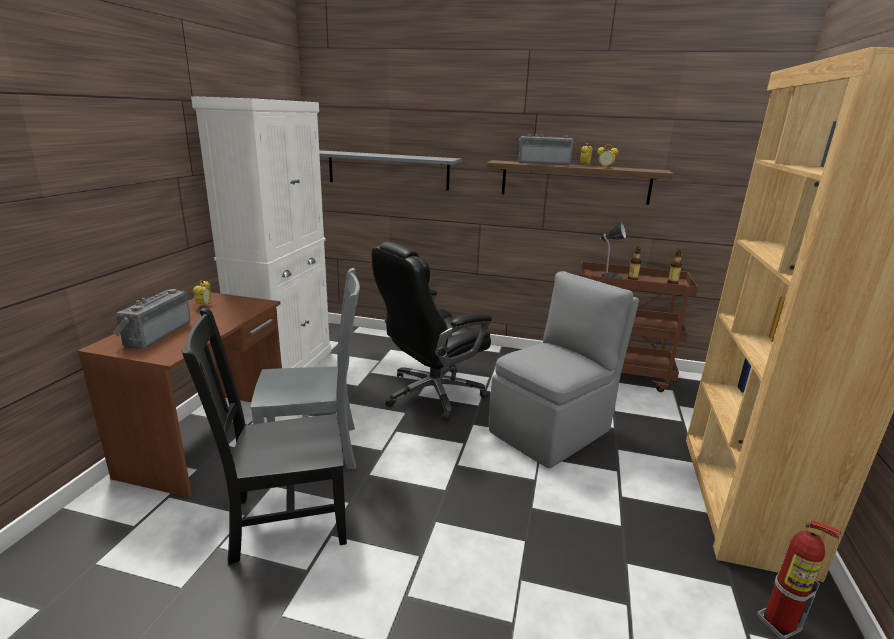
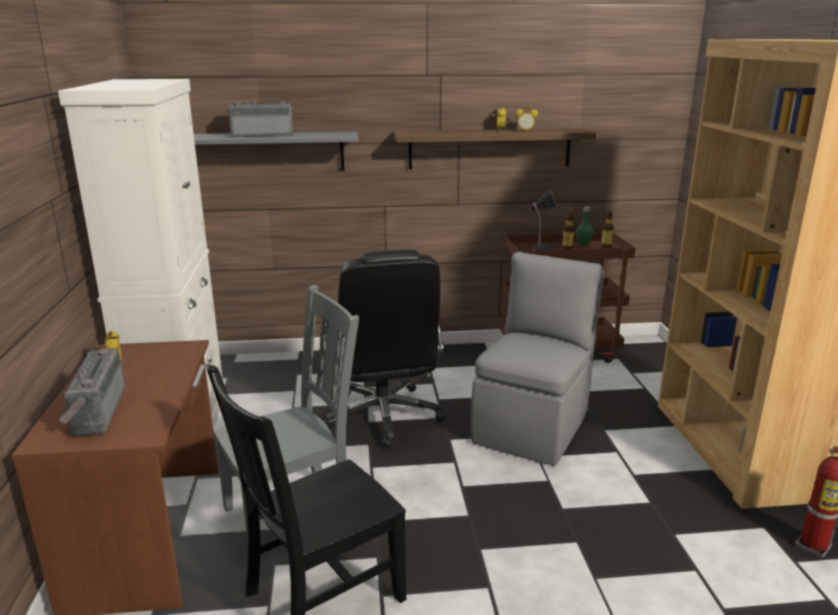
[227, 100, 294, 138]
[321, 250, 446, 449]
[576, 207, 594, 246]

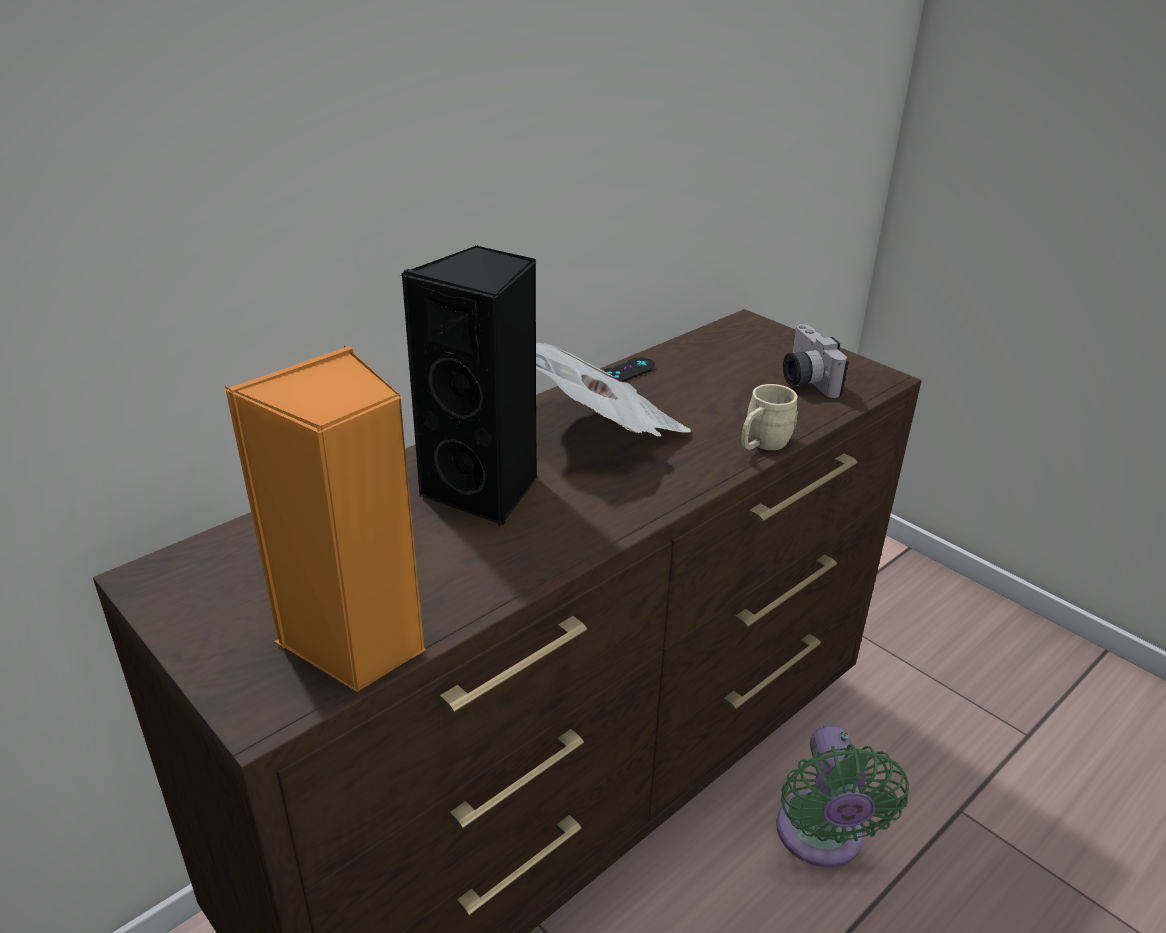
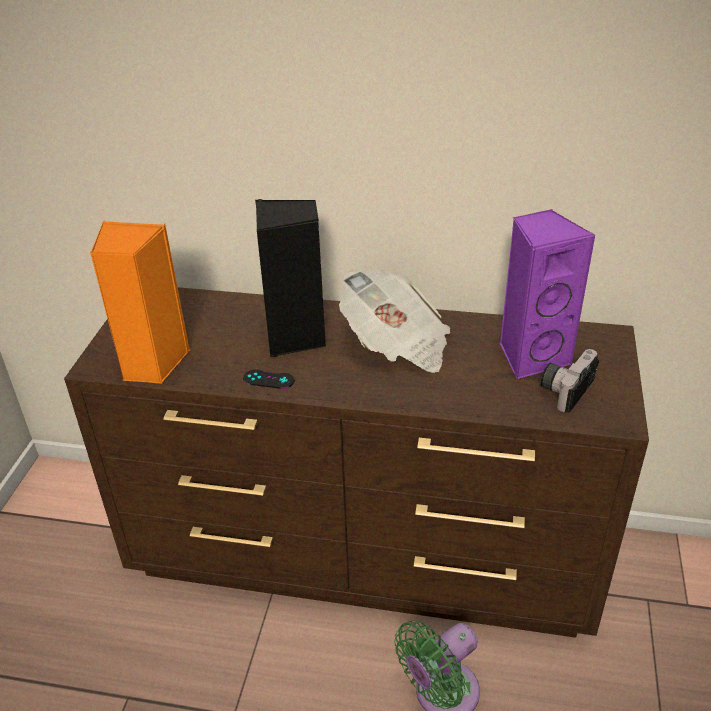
[243, 369, 294, 389]
[741, 384, 798, 450] (first image)
[500, 209, 596, 379]

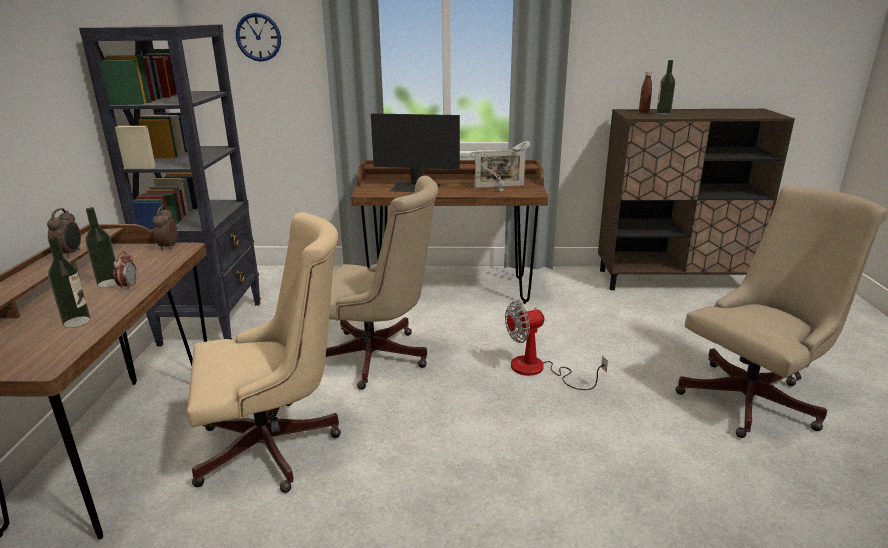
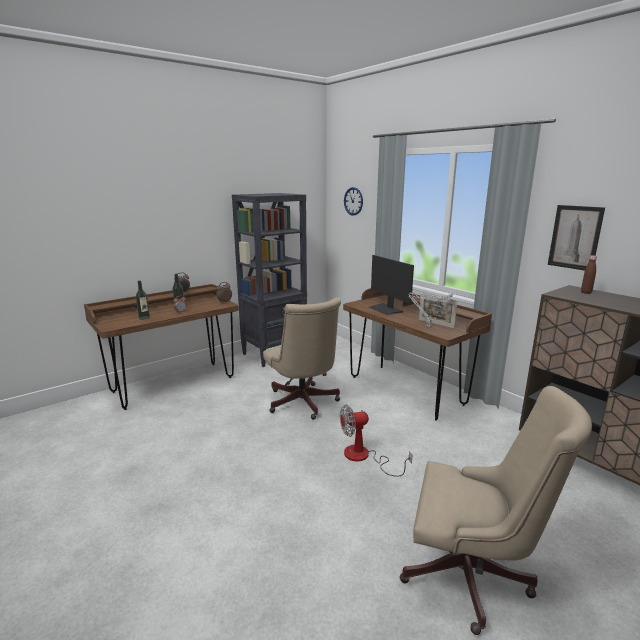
[656, 60, 675, 115] (first image)
[187, 212, 341, 493] (first image)
[340, 405, 412, 477]
[548, 205, 605, 270]

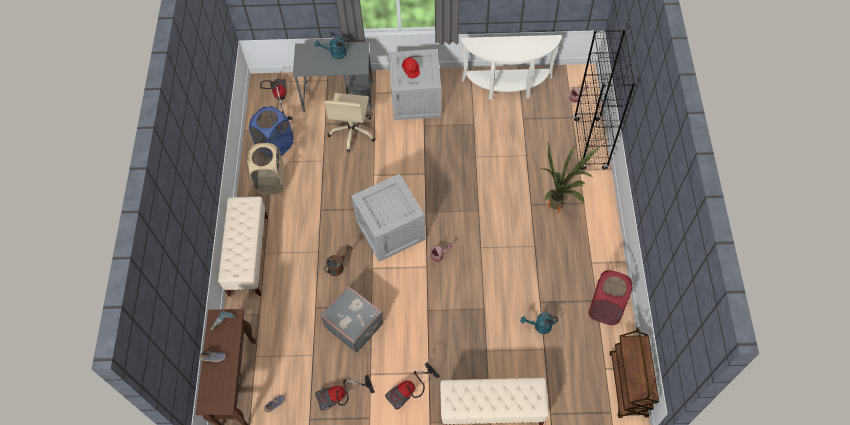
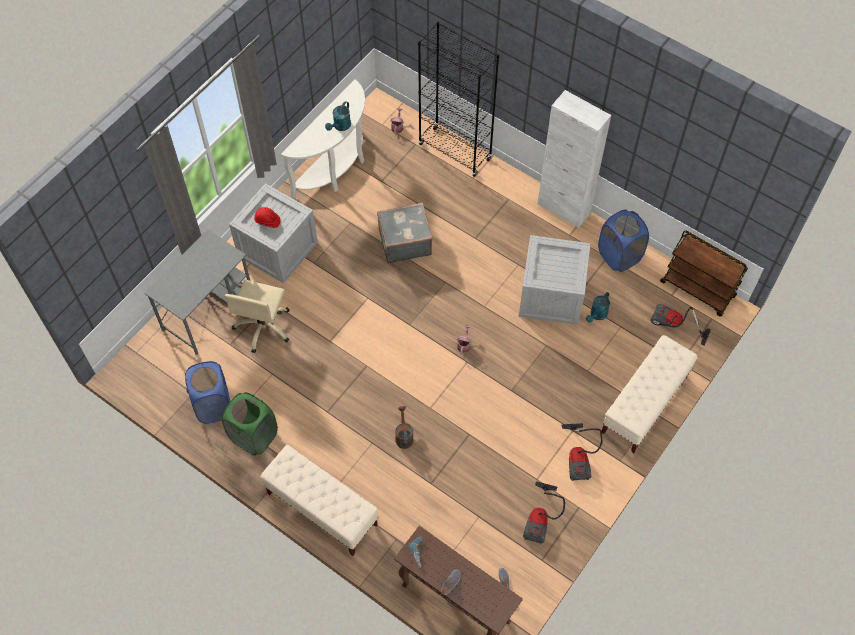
[325, 101, 351, 131]
[650, 304, 711, 346]
[225, 280, 290, 353]
[540, 142, 600, 213] (first image)
[222, 392, 278, 455]
[519, 235, 591, 325]
[598, 209, 649, 272]
[377, 203, 433, 263]
[538, 90, 611, 228]

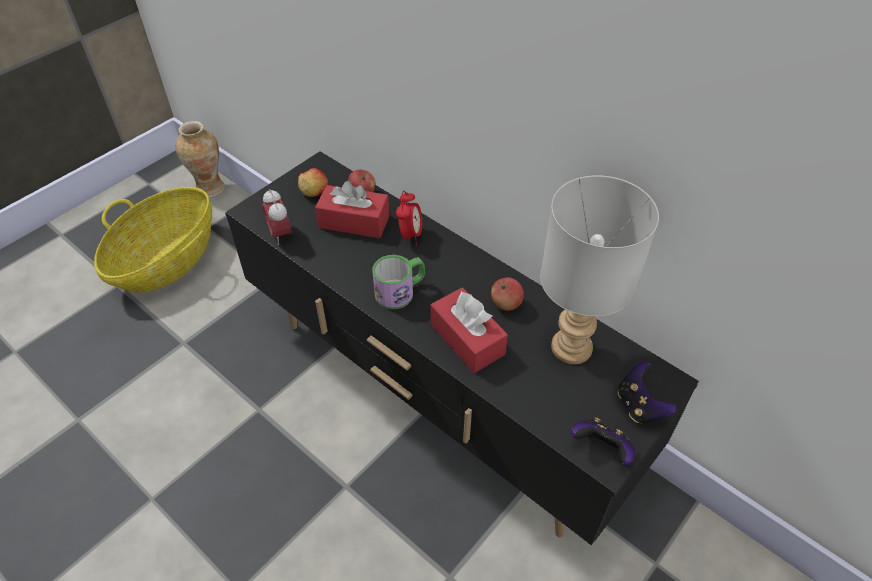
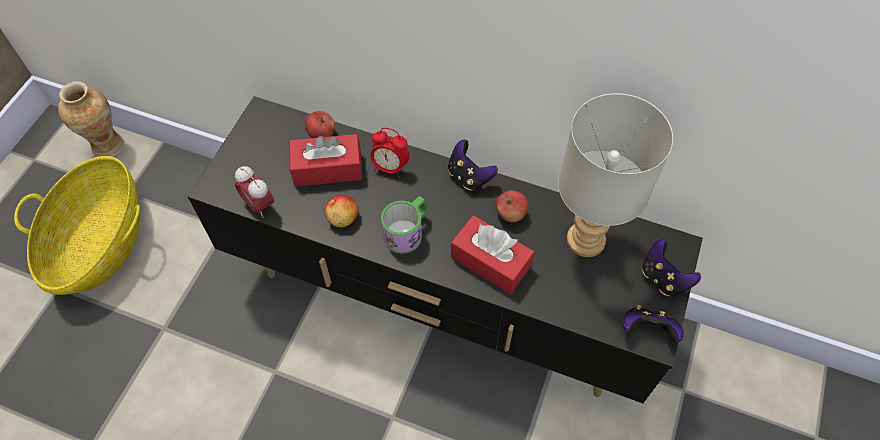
[325, 195, 359, 227]
[370, 128, 409, 178]
[448, 140, 498, 191]

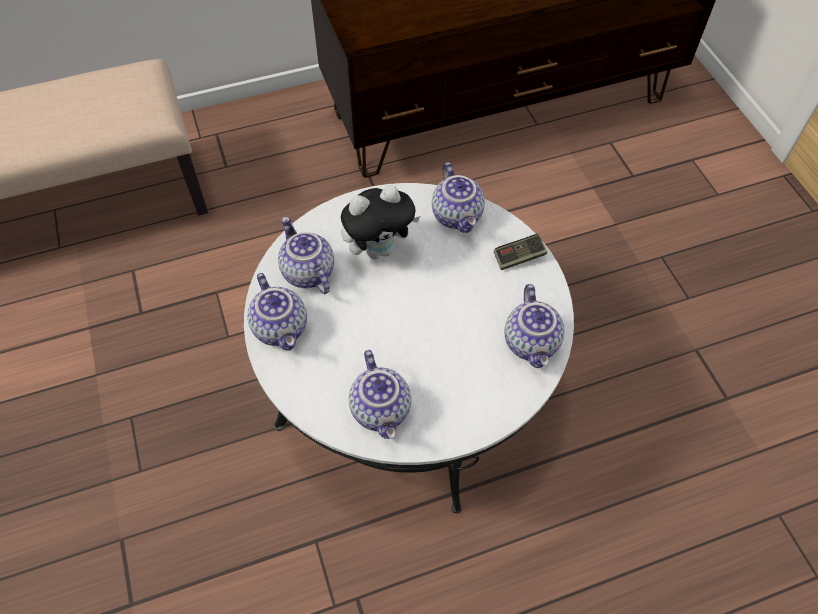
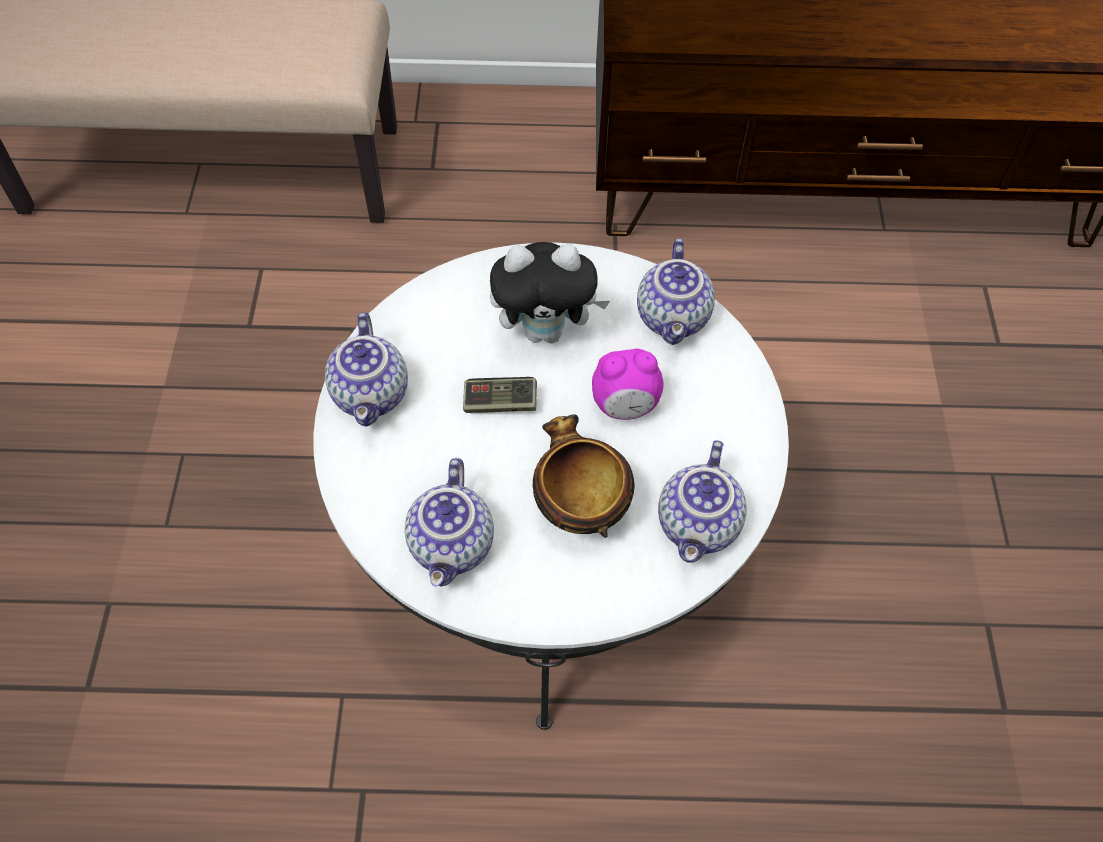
[278, 217, 334, 294] (first image)
[463, 377, 537, 413]
[592, 349, 664, 420]
[533, 414, 634, 538]

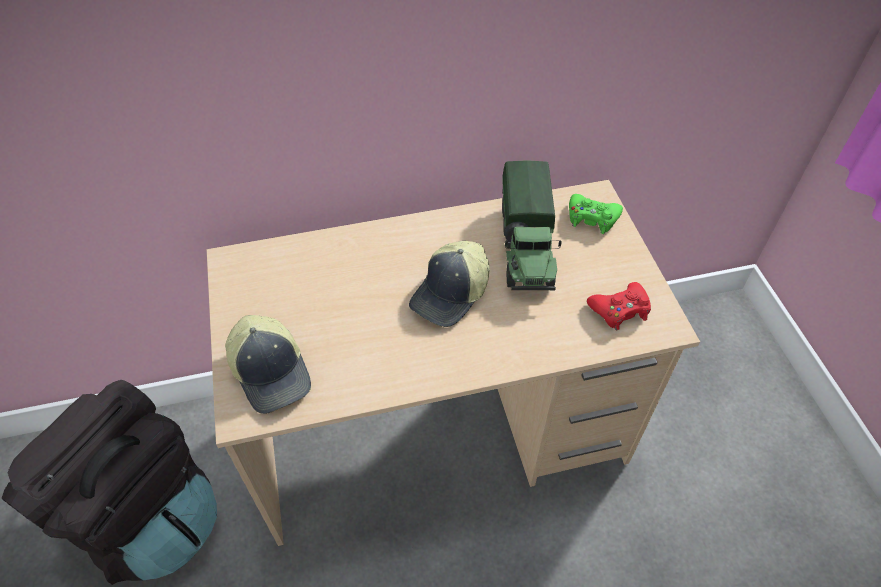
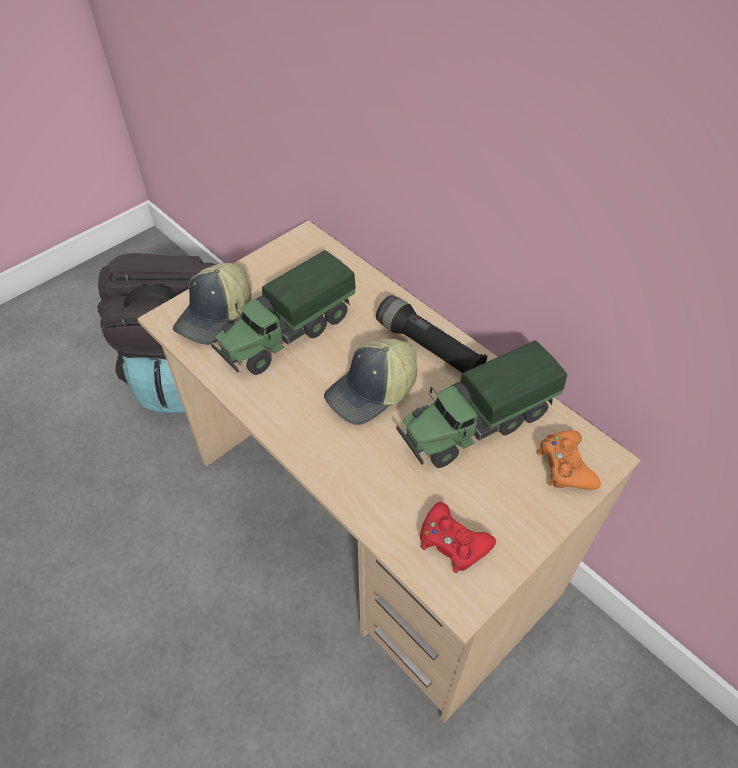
[537, 430, 601, 490]
[324, 339, 417, 425]
[211, 250, 356, 375]
[376, 295, 487, 373]

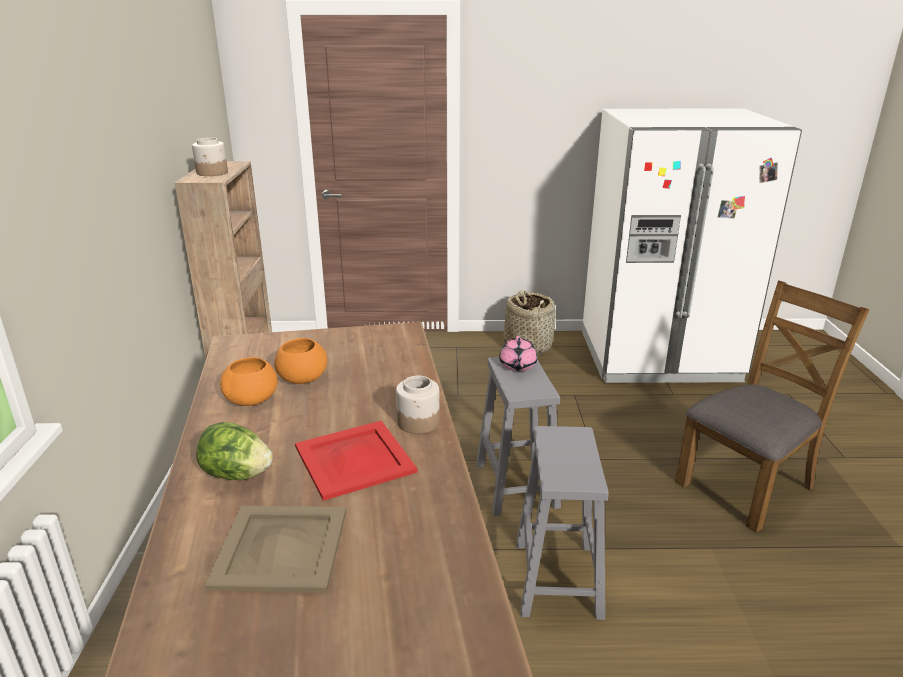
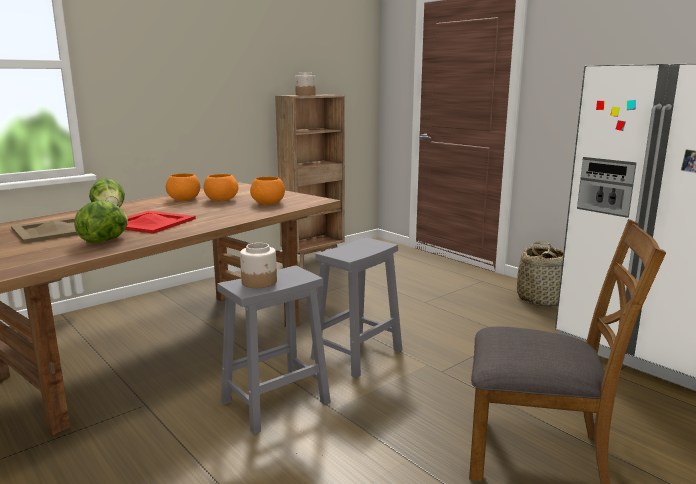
[499, 336, 537, 371] (first image)
[240, 243, 277, 288]
[250, 176, 285, 205]
[74, 201, 128, 242]

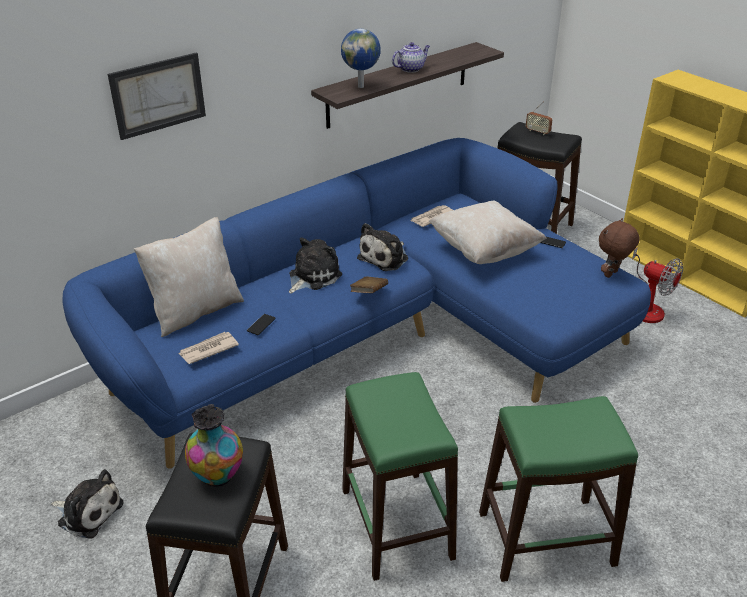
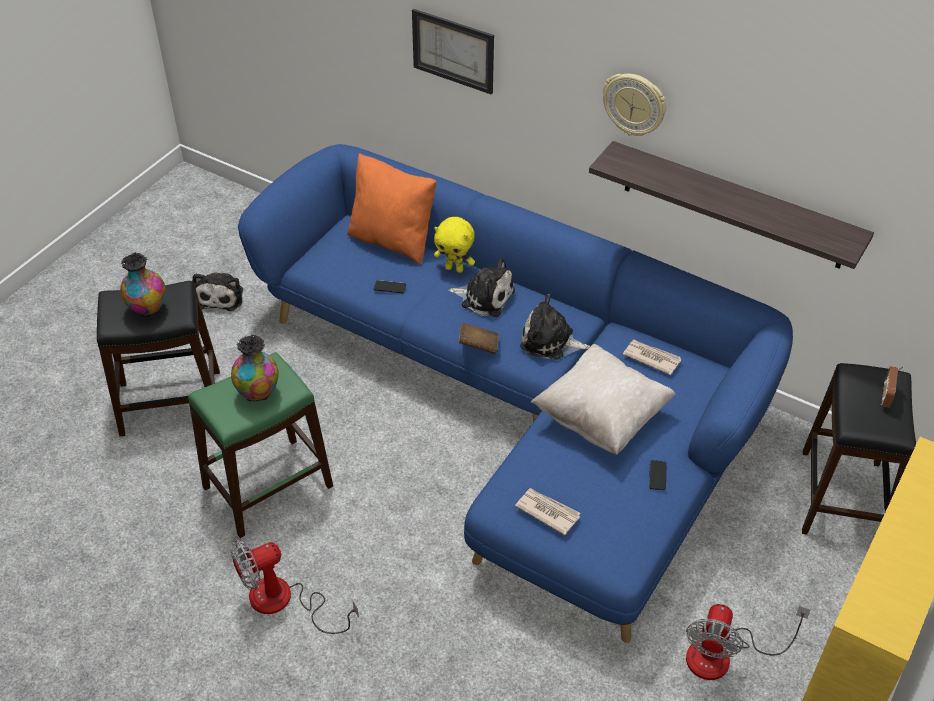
[341, 29, 381, 88] (first image)
[392, 42, 430, 73] (first image)
[347, 153, 436, 265]
[599, 218, 640, 278] (first image)
[515, 488, 580, 535]
[230, 540, 359, 634]
[603, 74, 666, 136]
[434, 217, 475, 273]
[231, 334, 279, 402]

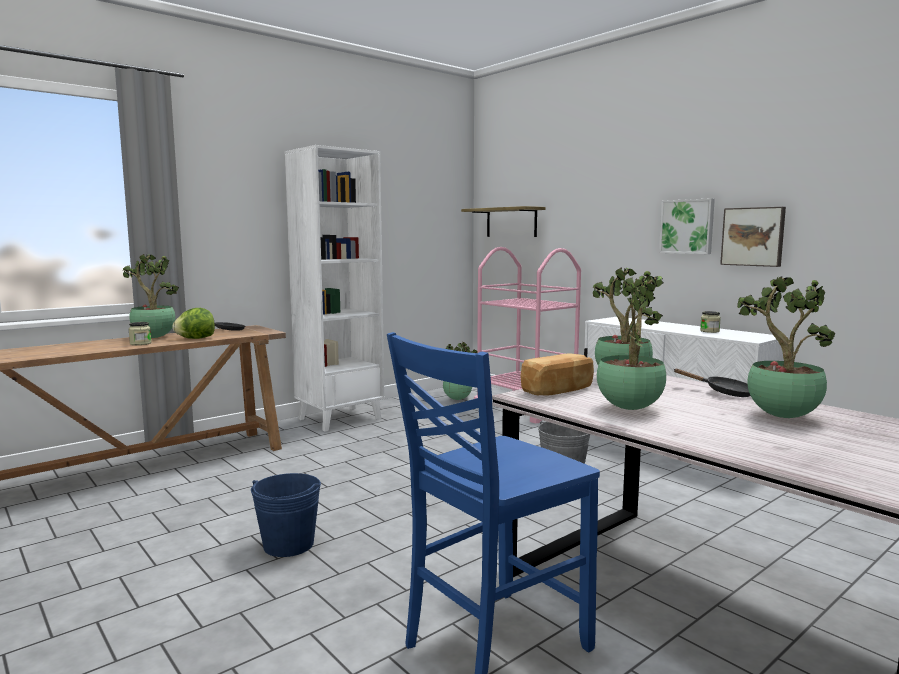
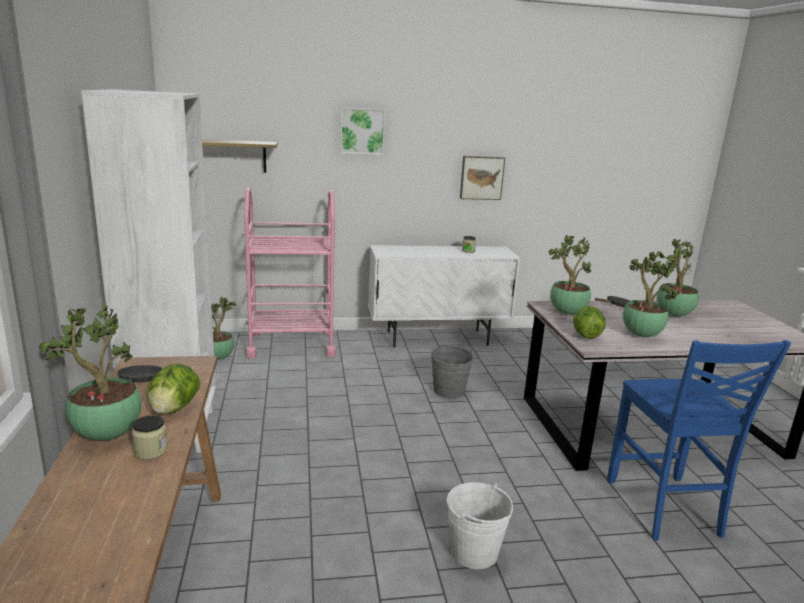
[340, 107, 386, 155]
[573, 306, 606, 339]
[447, 482, 513, 569]

